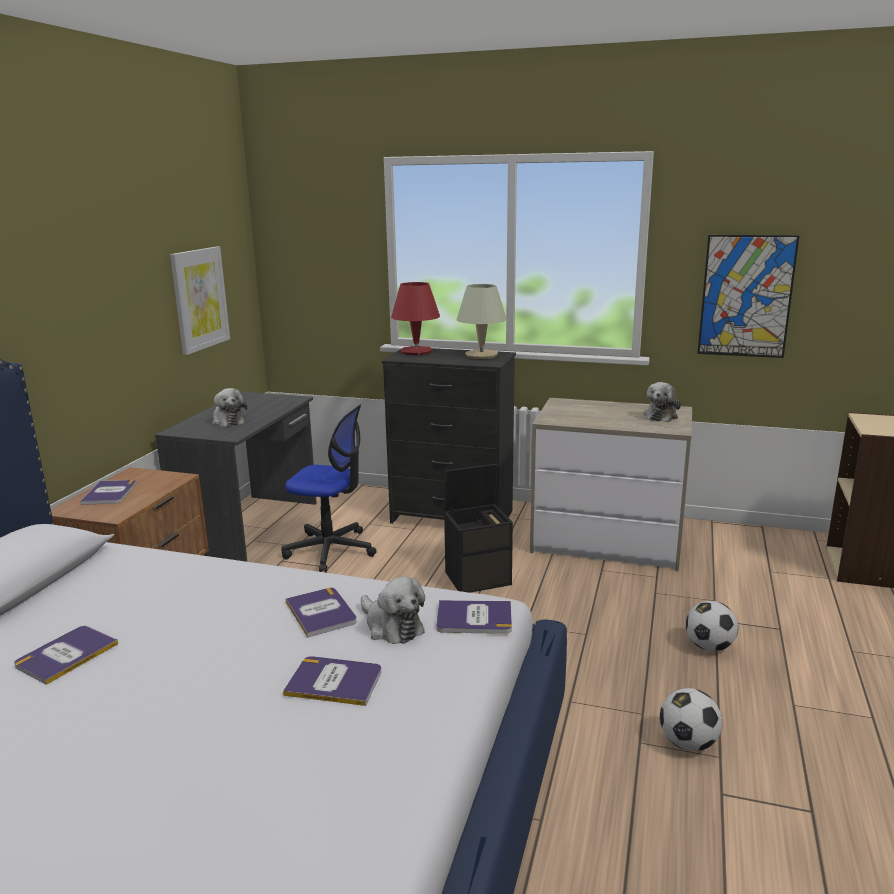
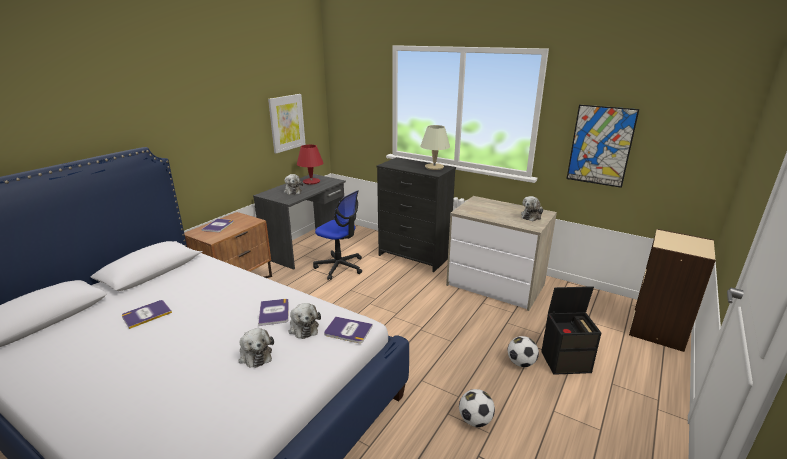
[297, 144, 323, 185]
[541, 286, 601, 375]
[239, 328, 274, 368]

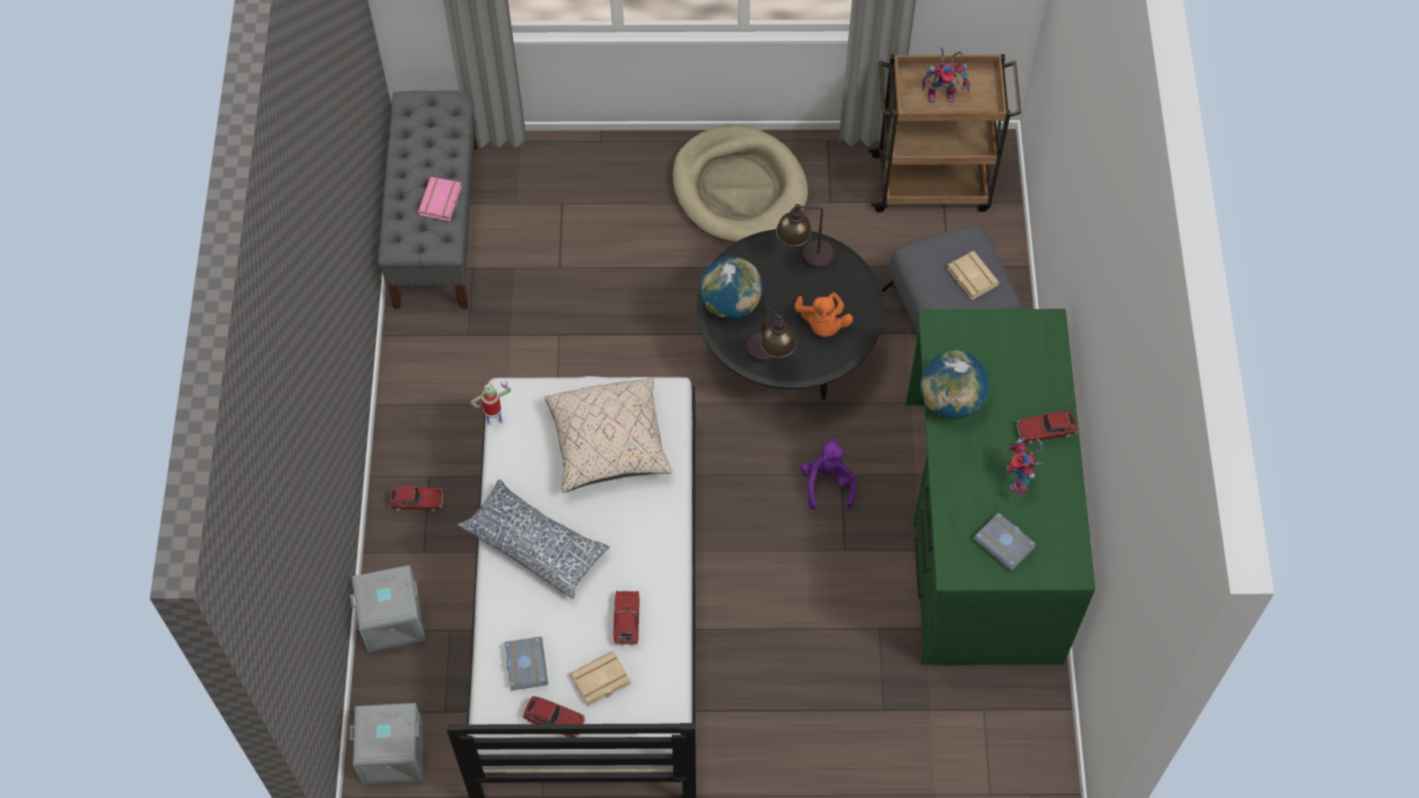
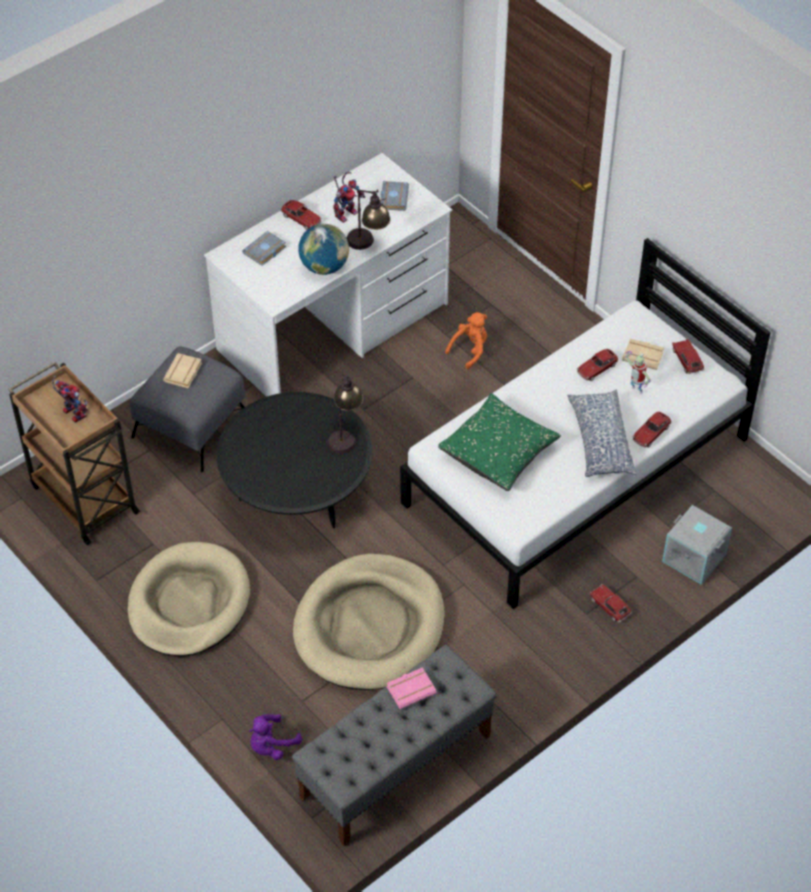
[347, 189, 391, 250]
[700, 256, 762, 319] (first image)
[445, 312, 487, 369]
[204, 153, 452, 397]
[438, 393, 561, 491]
[625, 351, 651, 394]
[249, 714, 302, 760]
[242, 231, 286, 266]
[349, 703, 423, 784] (first image)
[633, 412, 672, 448]
[293, 553, 445, 690]

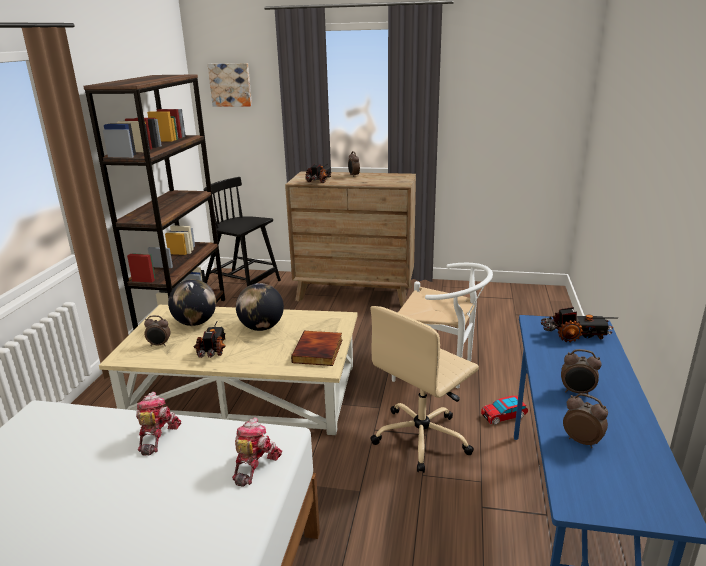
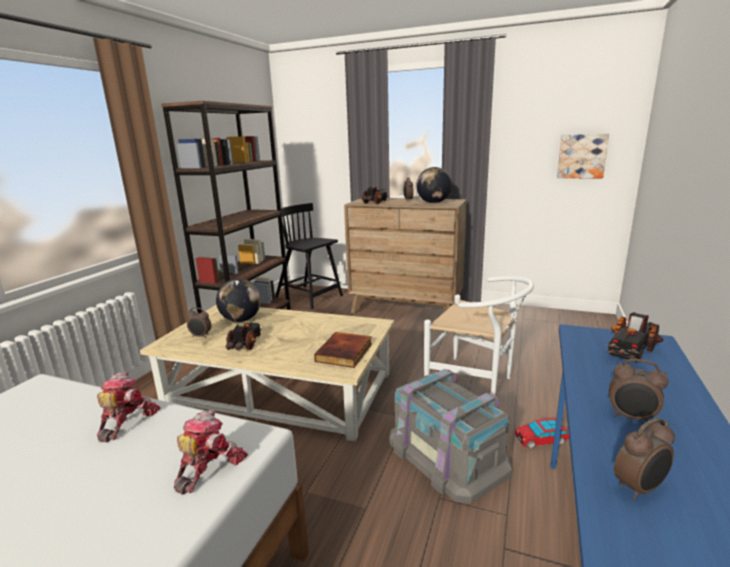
[557, 134, 609, 178]
[416, 167, 452, 203]
[389, 369, 512, 504]
[607, 312, 664, 362]
[614, 418, 675, 500]

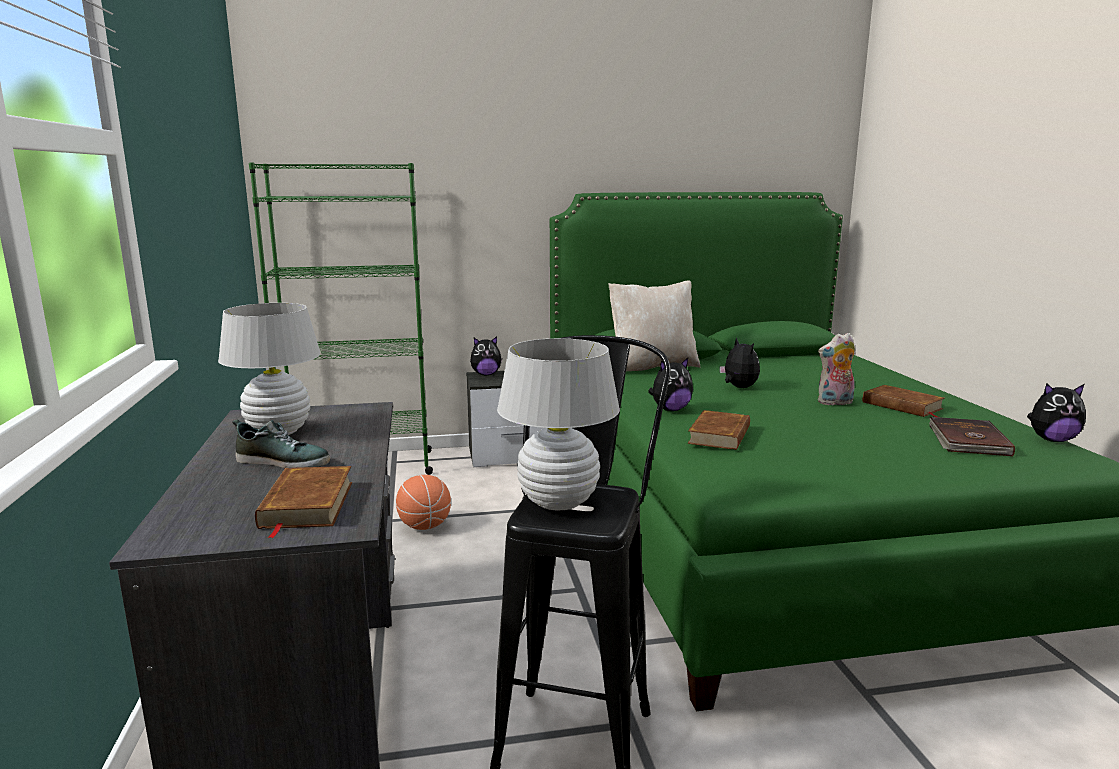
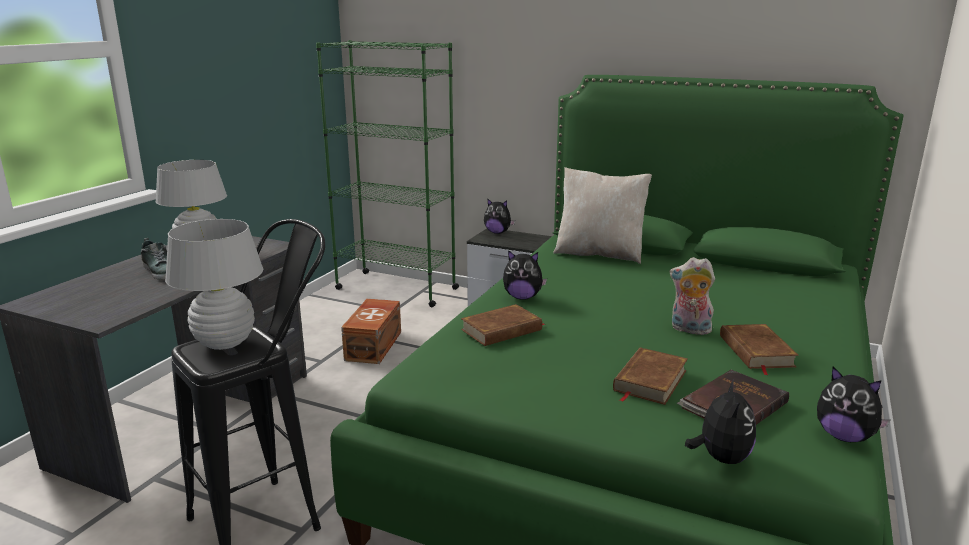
[685, 380, 756, 464]
[613, 347, 688, 405]
[341, 299, 401, 364]

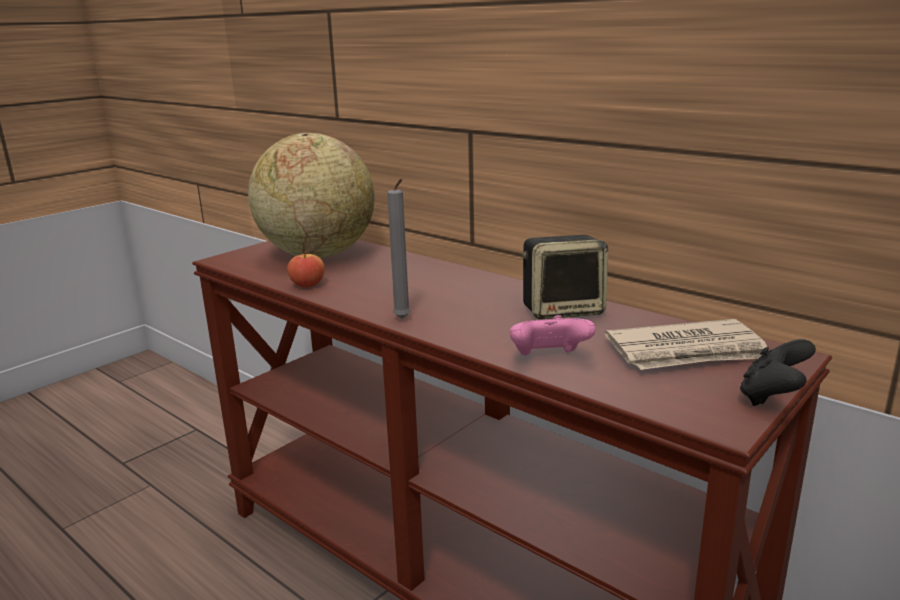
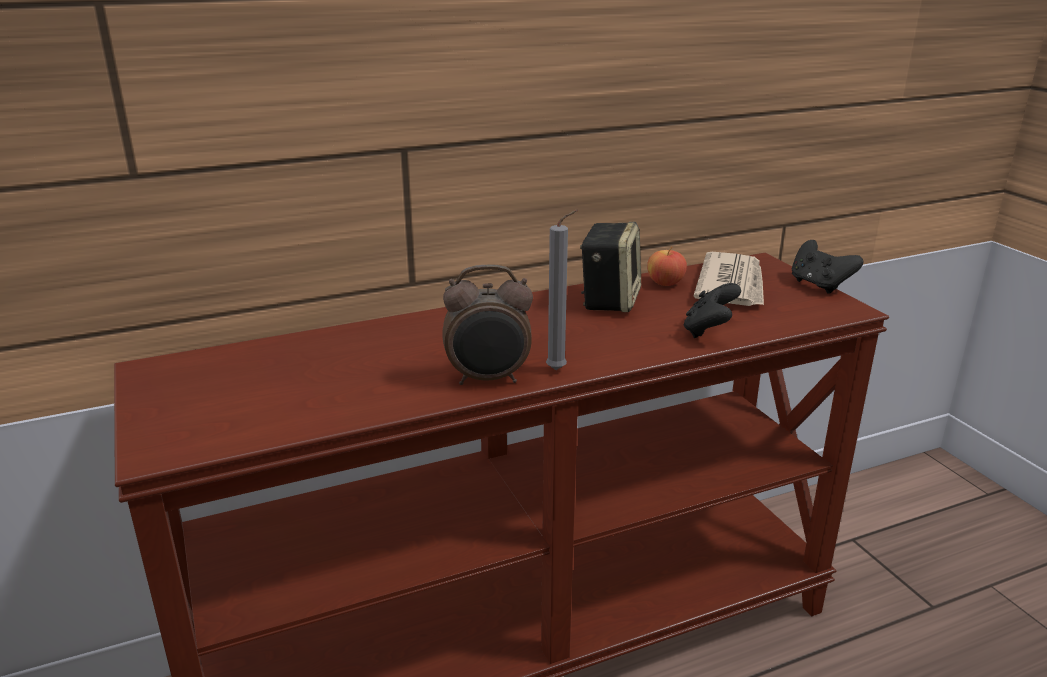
[248, 133, 375, 258] (first image)
[647, 247, 687, 286]
[684, 283, 741, 338]
[442, 264, 533, 385]

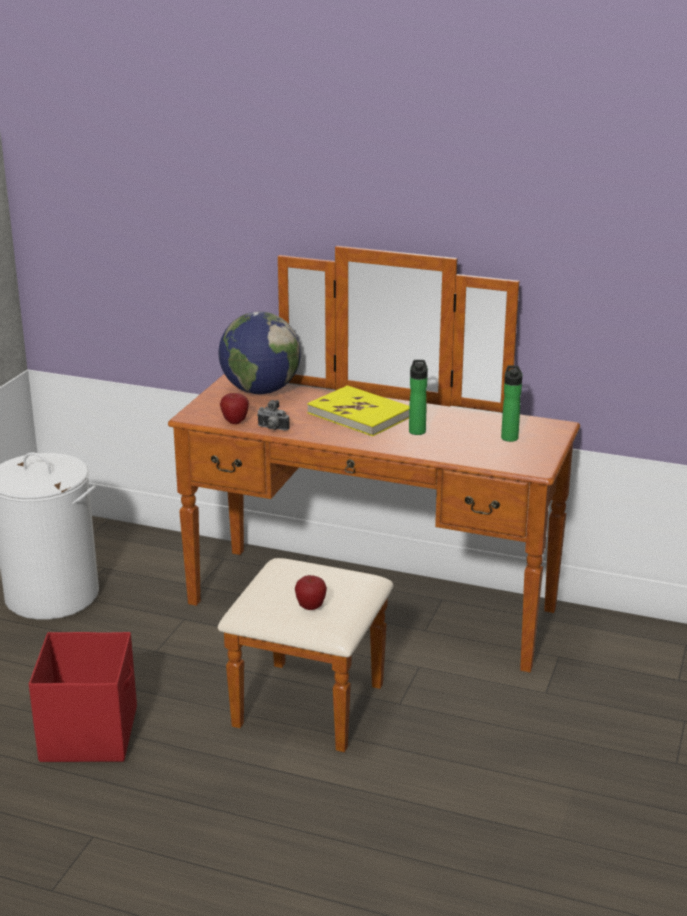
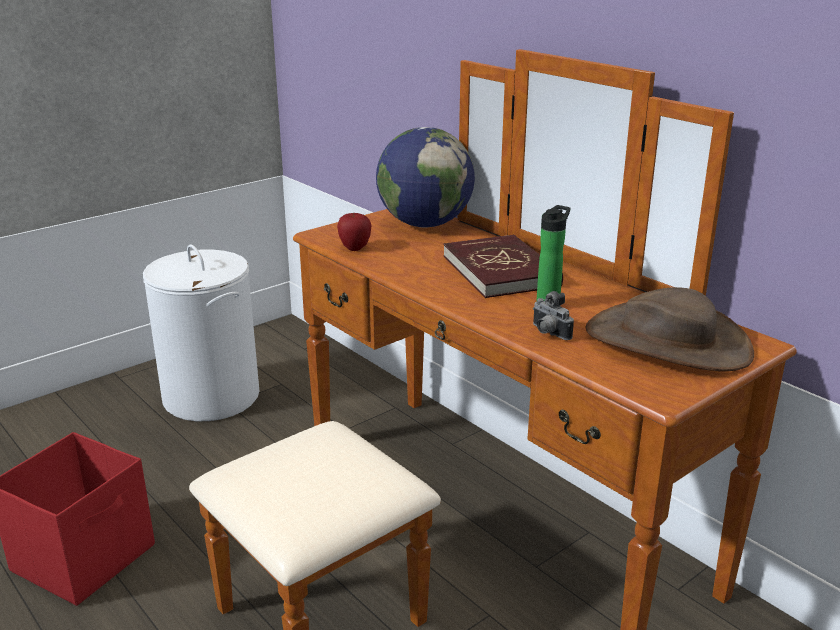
[586, 287, 754, 371]
[443, 234, 563, 298]
[533, 291, 574, 340]
[295, 575, 327, 610] (first image)

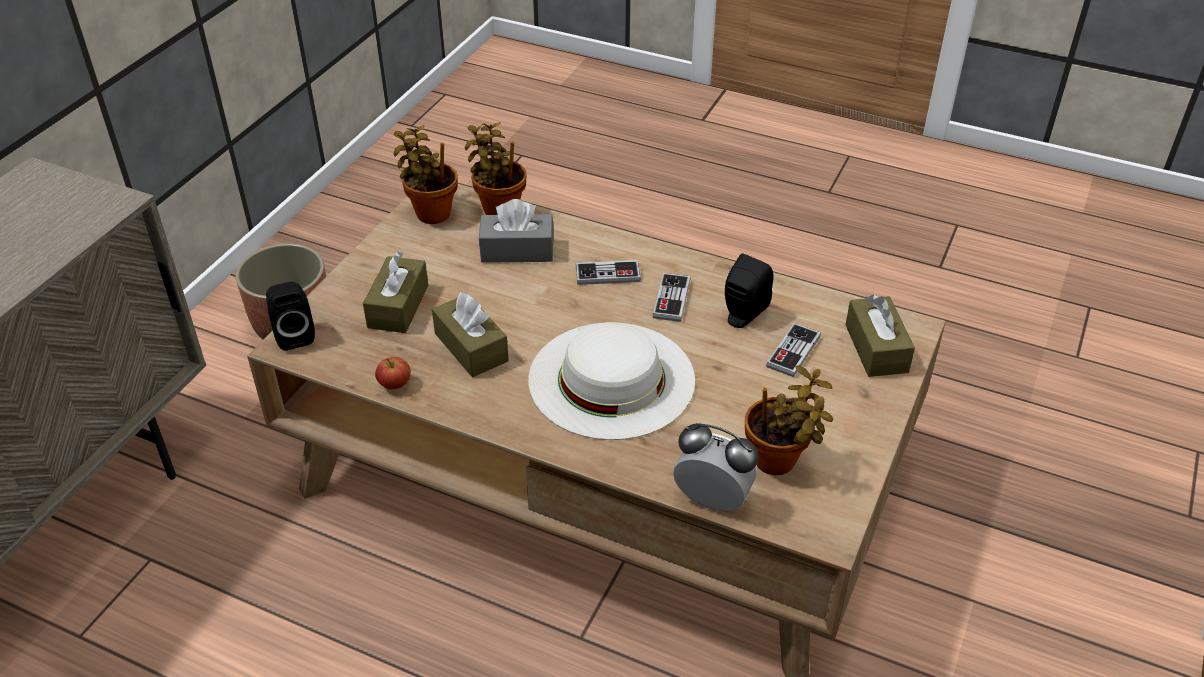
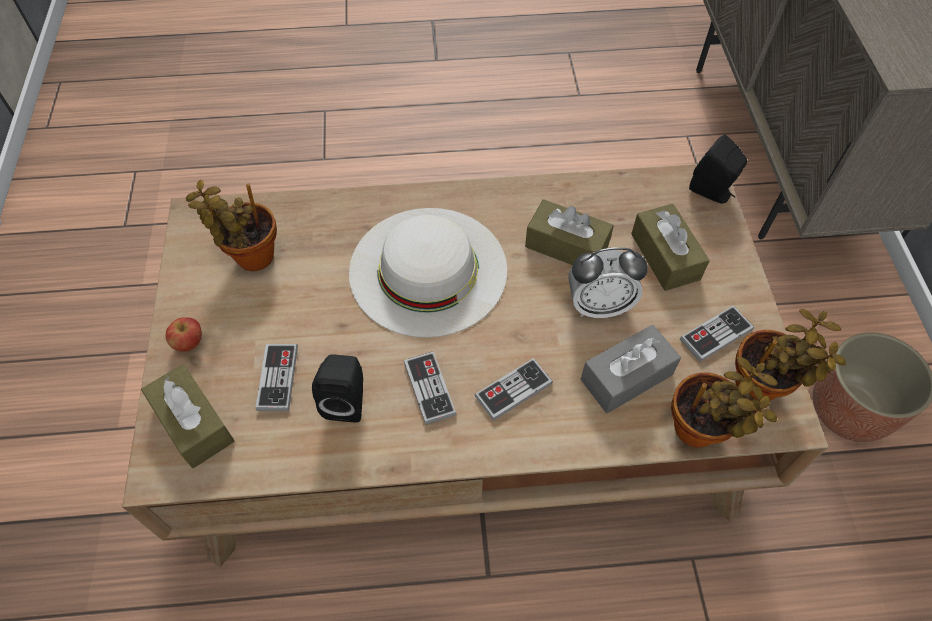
[166, 317, 202, 352]
[568, 247, 648, 318]
[680, 305, 754, 362]

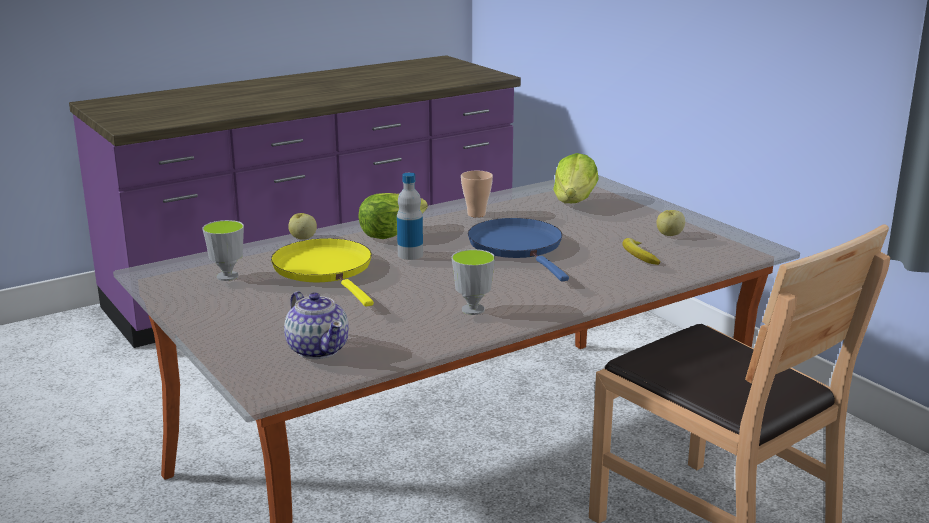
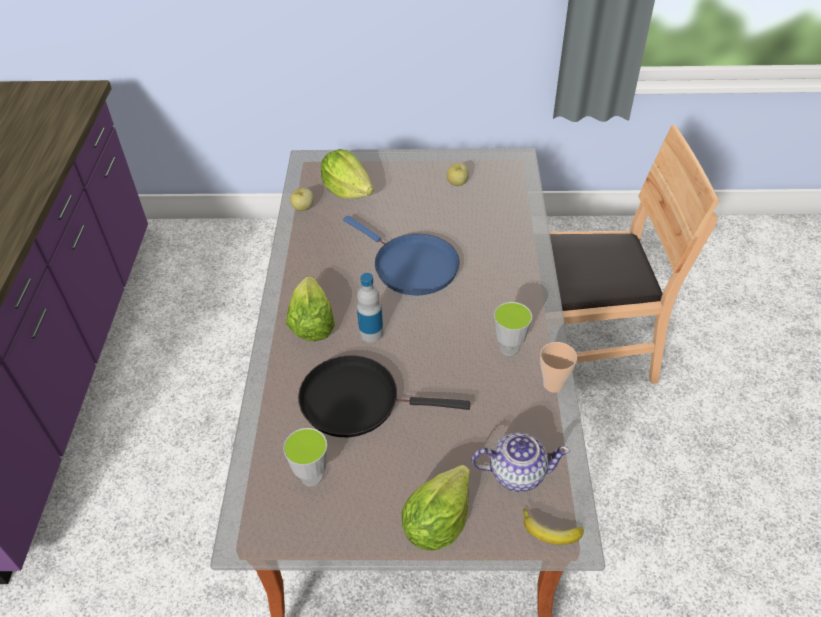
[540, 342, 577, 393]
[290, 188, 314, 211]
[343, 215, 460, 295]
[298, 356, 470, 437]
[523, 508, 584, 545]
[402, 465, 470, 551]

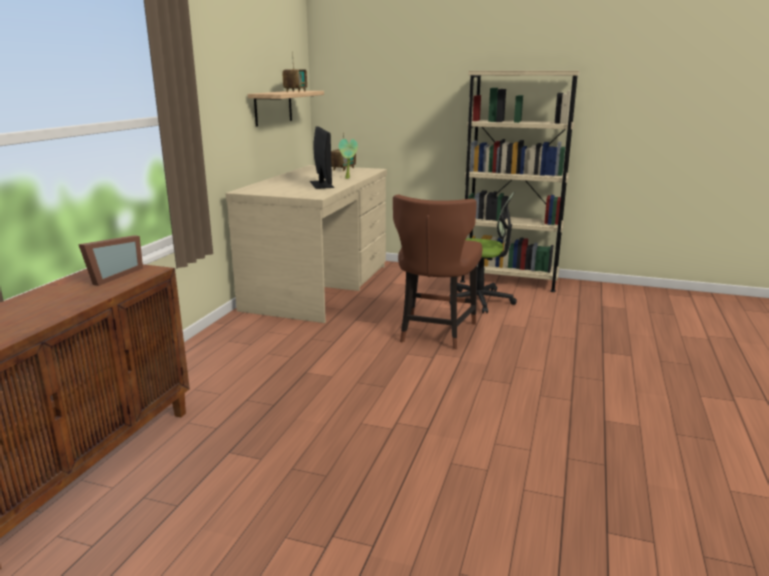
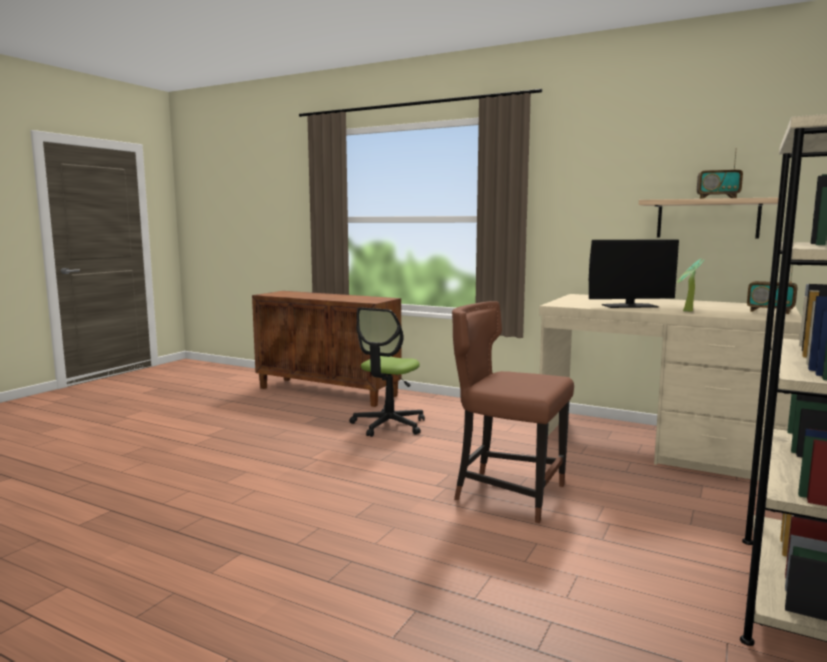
[349, 307, 425, 437]
[78, 235, 143, 286] (first image)

